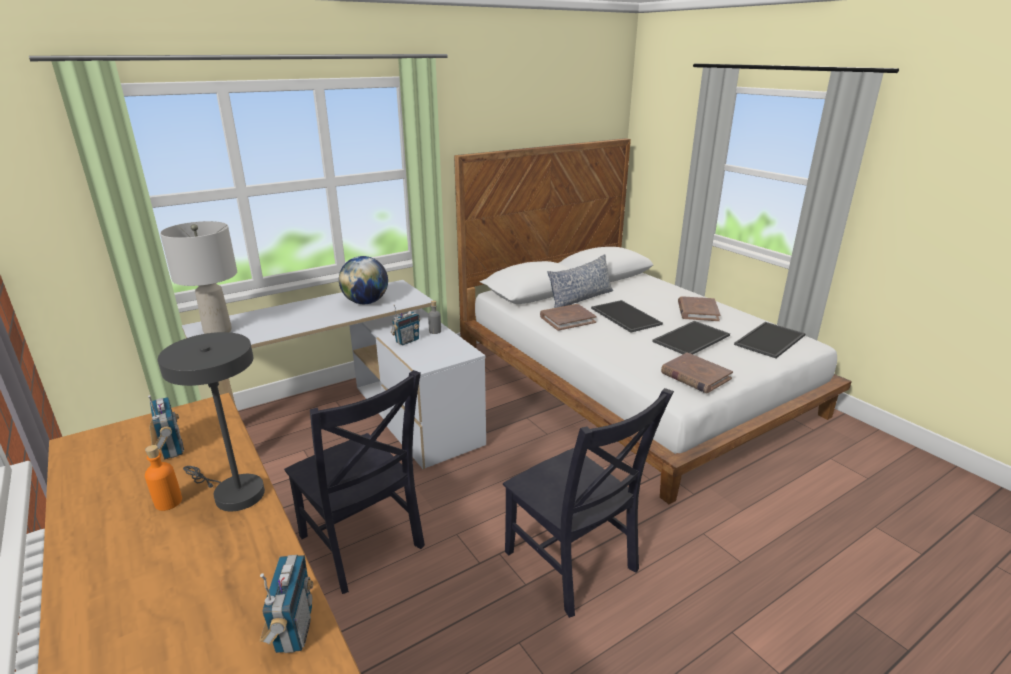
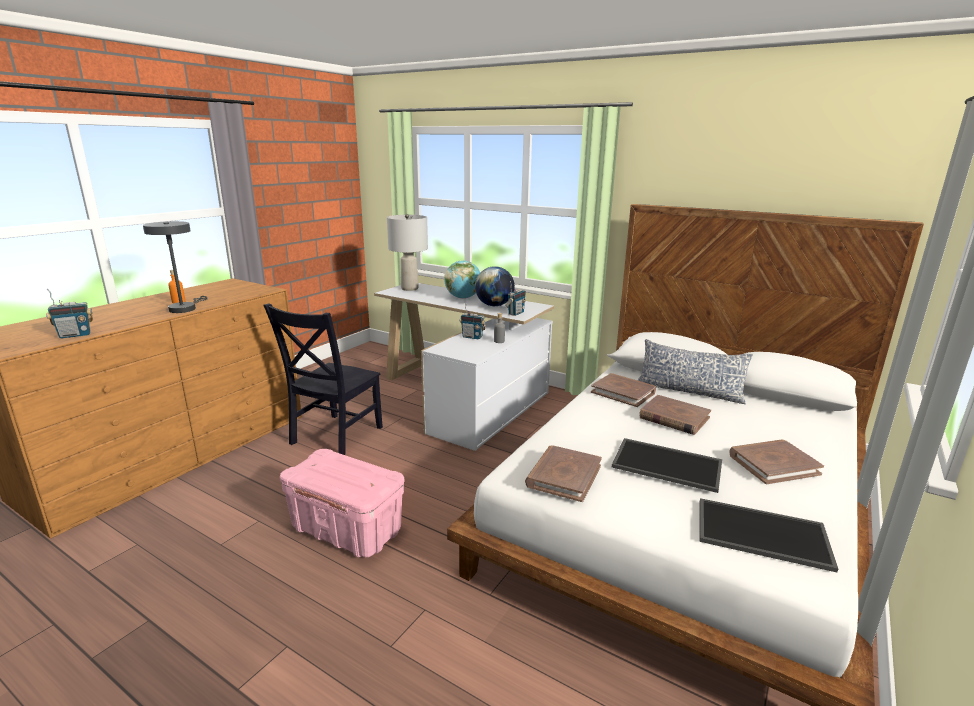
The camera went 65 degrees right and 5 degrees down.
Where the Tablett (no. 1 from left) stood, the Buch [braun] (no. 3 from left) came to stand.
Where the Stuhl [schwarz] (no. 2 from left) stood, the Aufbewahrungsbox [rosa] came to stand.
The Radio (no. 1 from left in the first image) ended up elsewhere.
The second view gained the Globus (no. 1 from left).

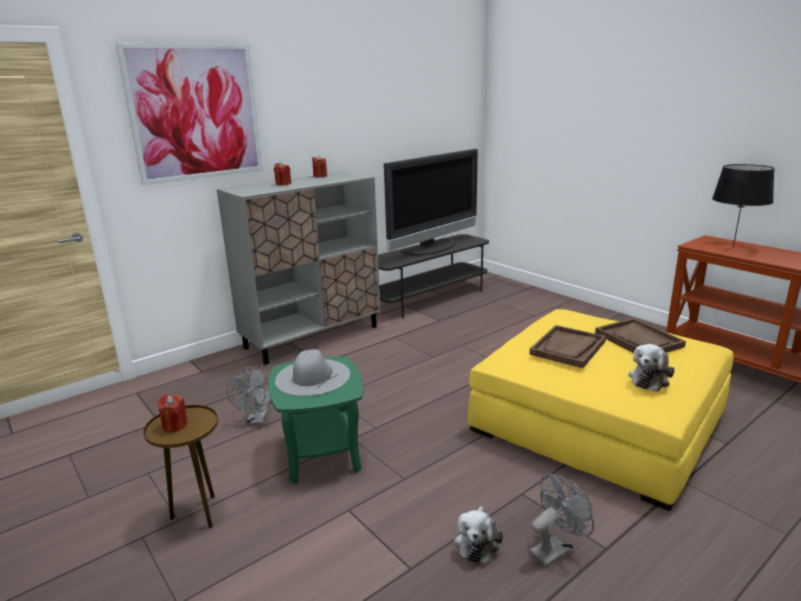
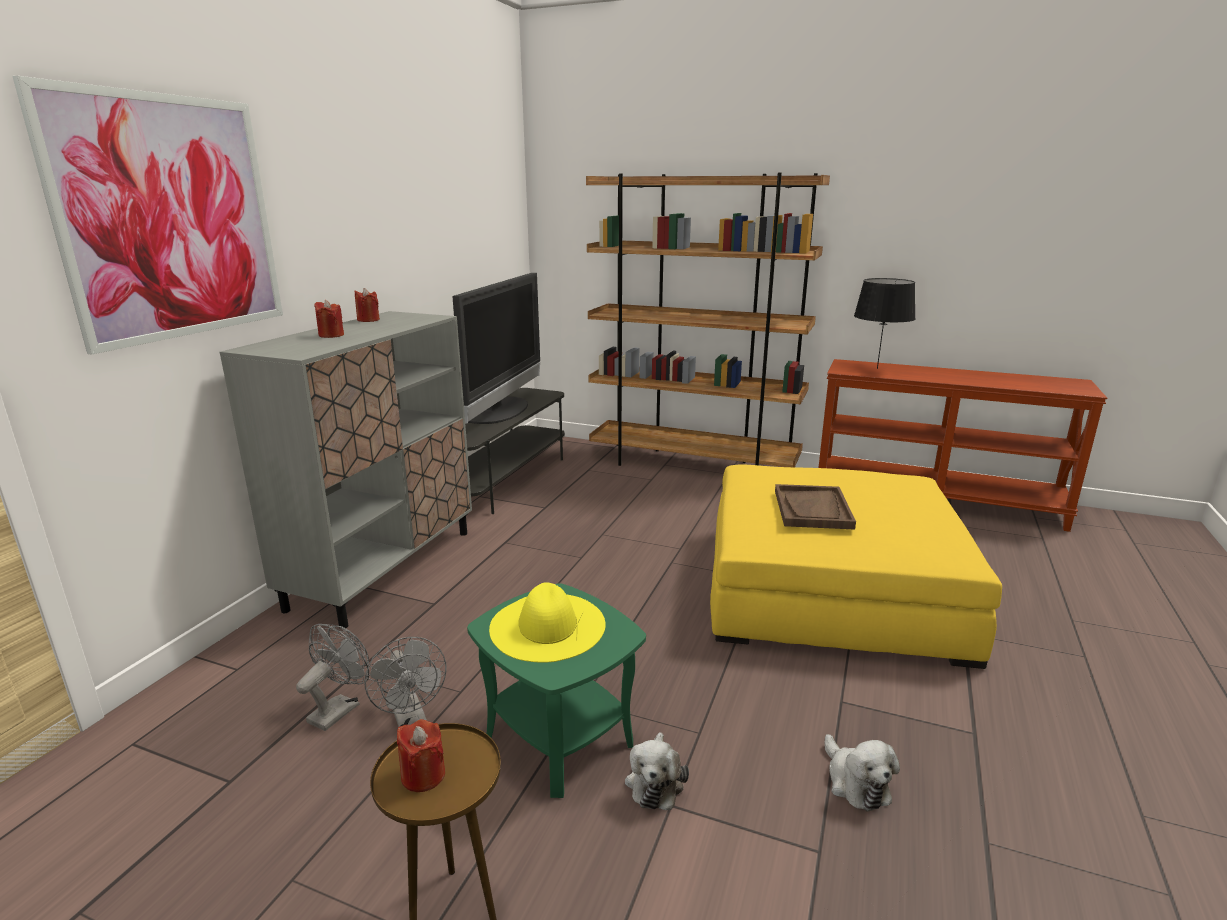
The camera went 30 degrees left and 0 degrees up.
The second view lost the Tablett [braun] (no. 2 from left).
The Plüschtier (no. 2 from left in the first image) ended up elsewhere.
What was the Hut [grau] turned into the Hut [gelb].
The Ventilator [grau] (no. 2 from left in the first image) ended up elsewhere.
The second view gained the Bücherregal [braun].

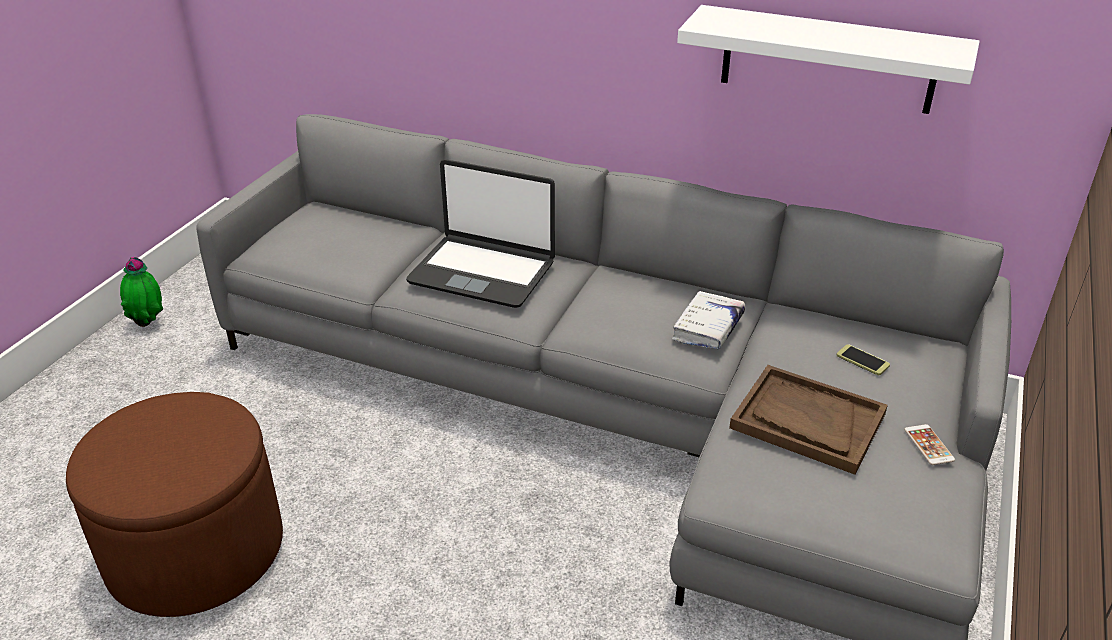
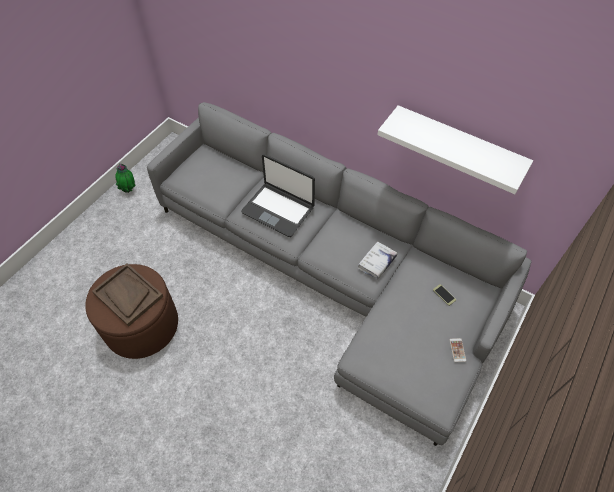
The camera went 10 degrees right and 20 degrees up.
The Tablett [braun] ended up elsewhere.

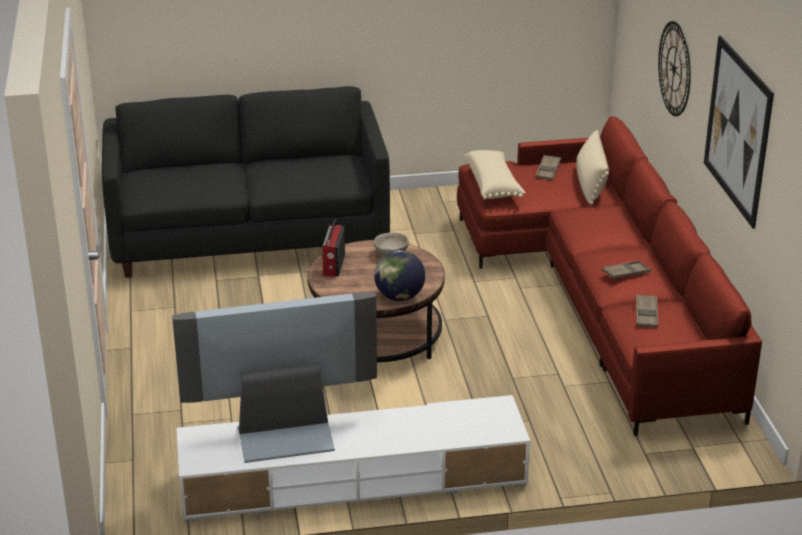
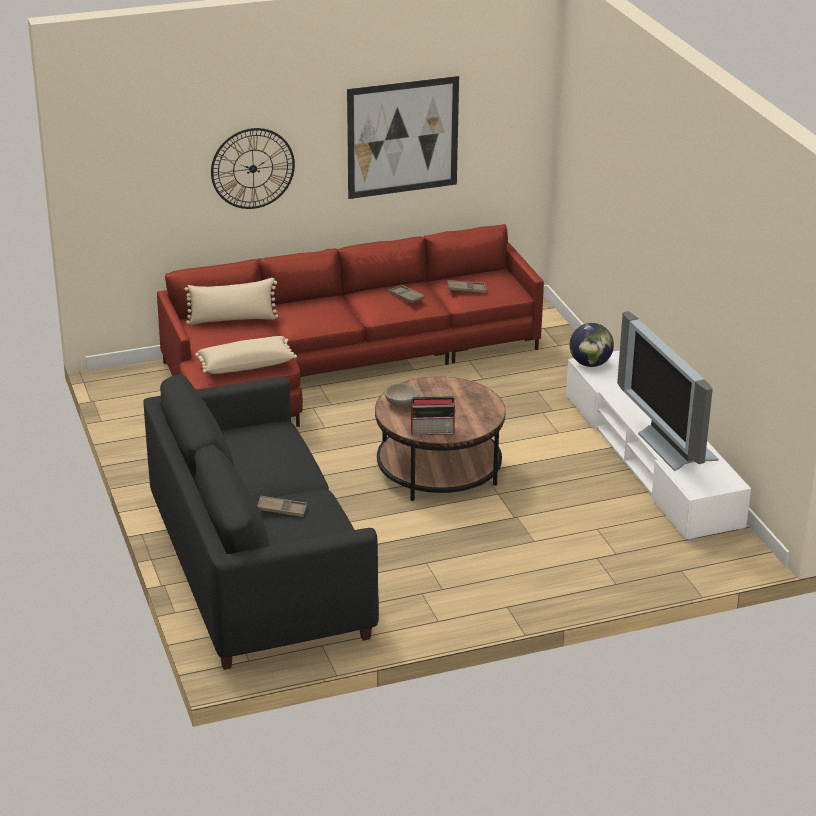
The camera went 100 degrees left and 0 degrees up.
The Tablett [braun] (no. 1 from left) ended up elsewhere.
The Globus ended up elsewhere.

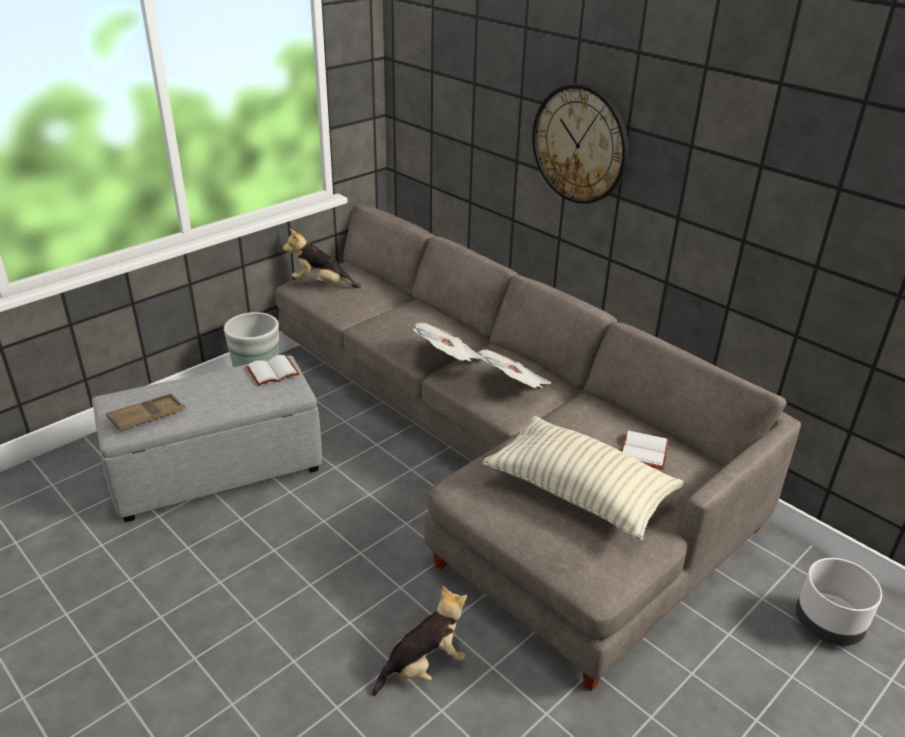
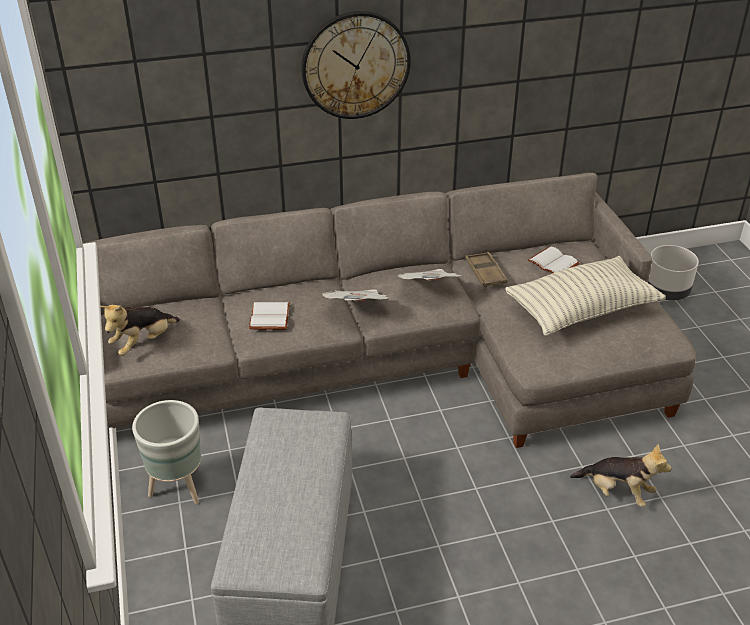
The camera went 60 degrees left and 5 degrees up.
The Buch [weiß] (no. 1 from left) ended up elsewhere.
The Tablett [braun] ended up elsewhere.
The Plüschtier (no. 2 from left) ended up facing another way, 120 degrees clockwise from before.

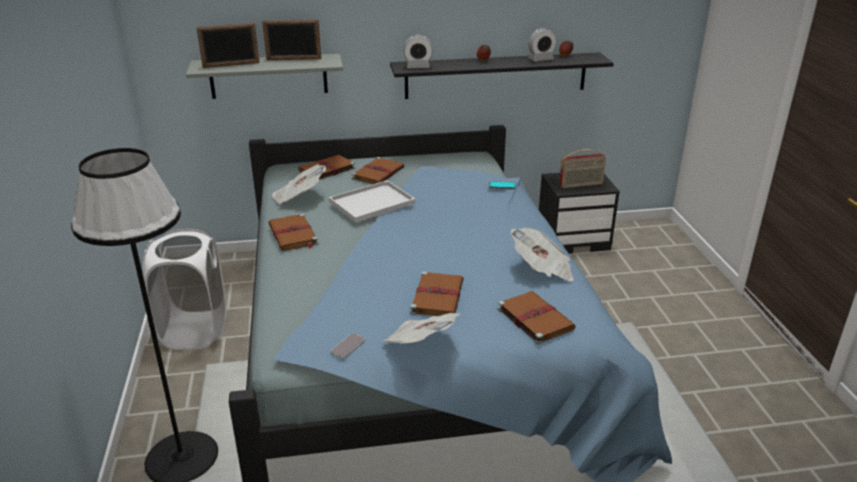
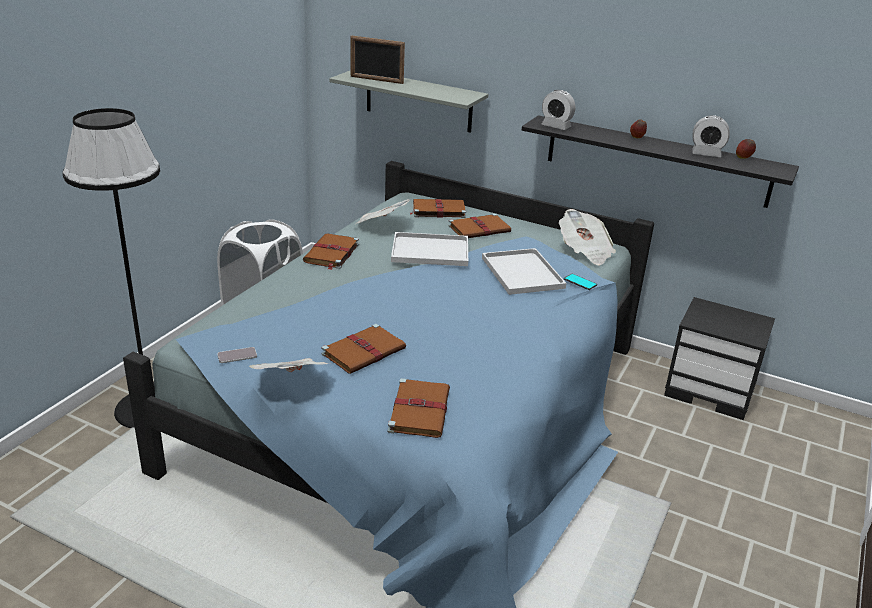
The camera went 35 degrees right and 0 degrees up.
The second view lost the Bilderrahmen (no. 2 from left).
The second view lost the Radio.
The Zeitung (no. 3 from left) ended up elsewhere.
The second view gained the Tablett [weiß] (no. 2 from left).

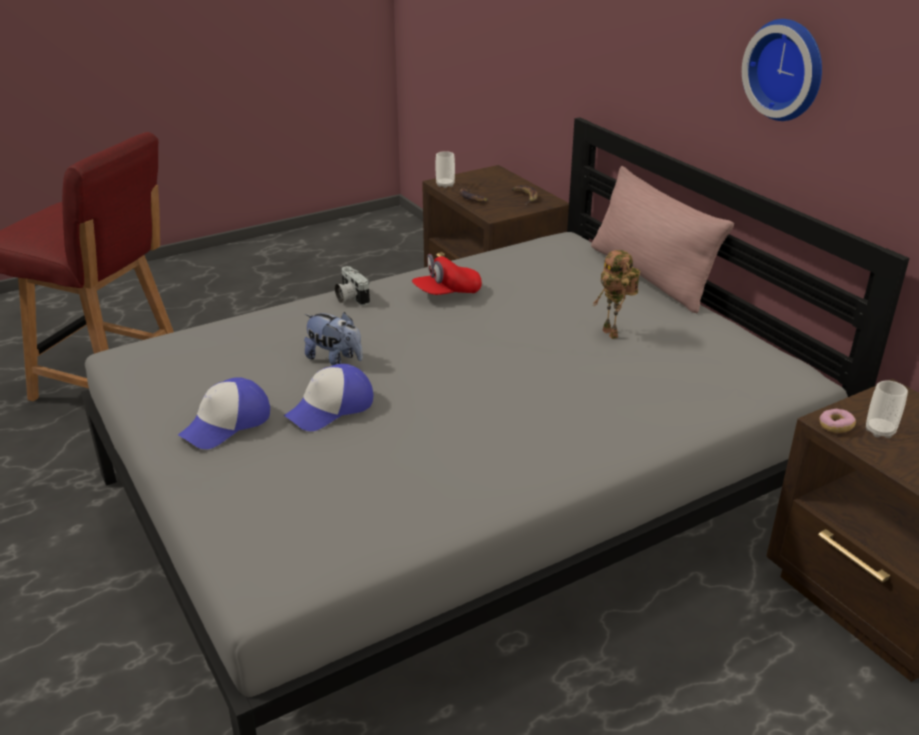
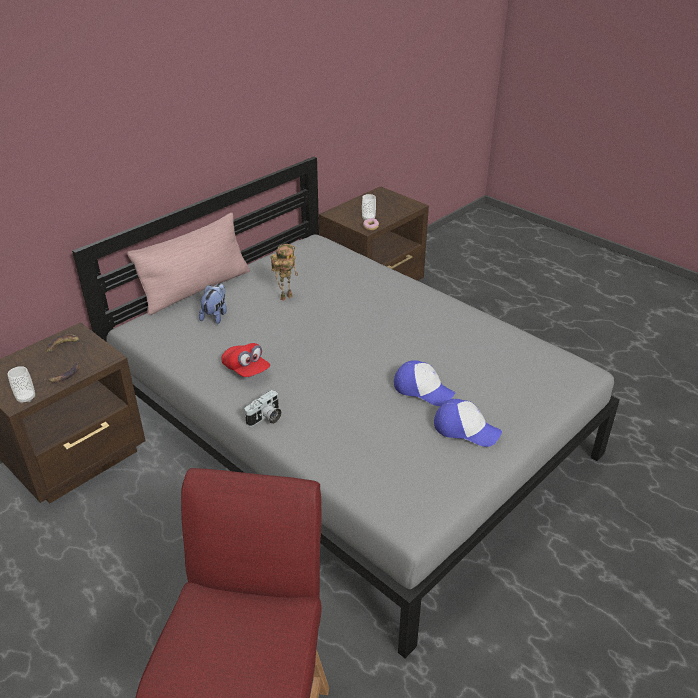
The camera went 105 degrees left and 5 degrees up.
The second view lost the Wanduhr.
The Plüschtier ended up elsewhere.

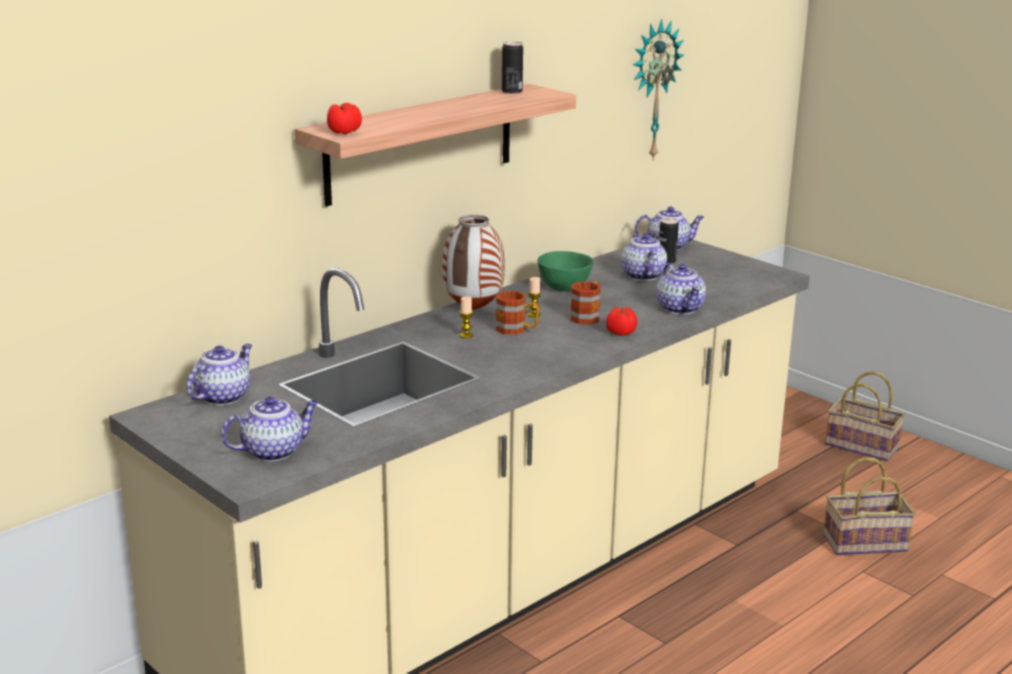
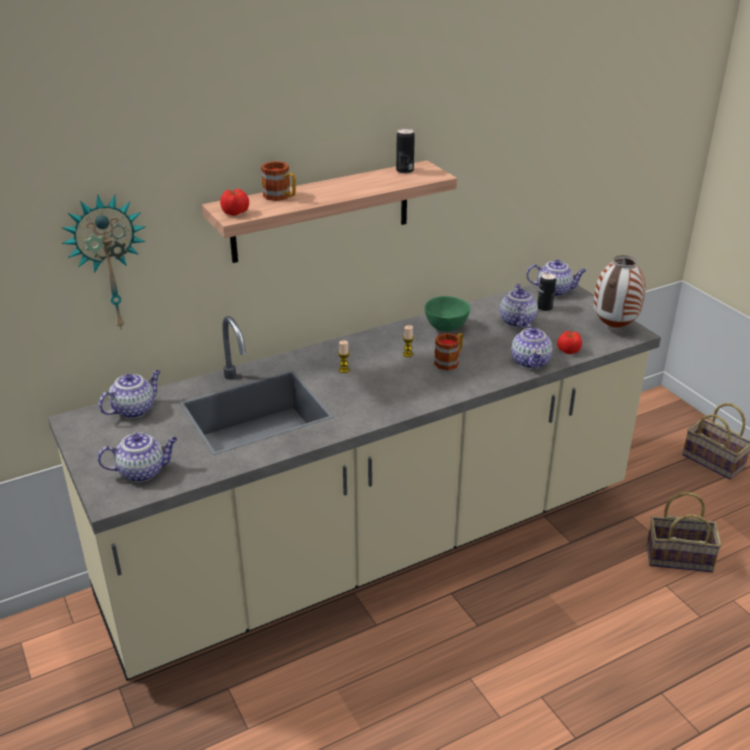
The camera went 15 degrees right and 10 degrees up.
The Wanduhr ended up elsewhere.
The Vase ended up elsewhere.
The Henkelbecher (no. 1 from left) ended up elsewhere.
The Tomate (no. 2 from left) ended up elsewhere.

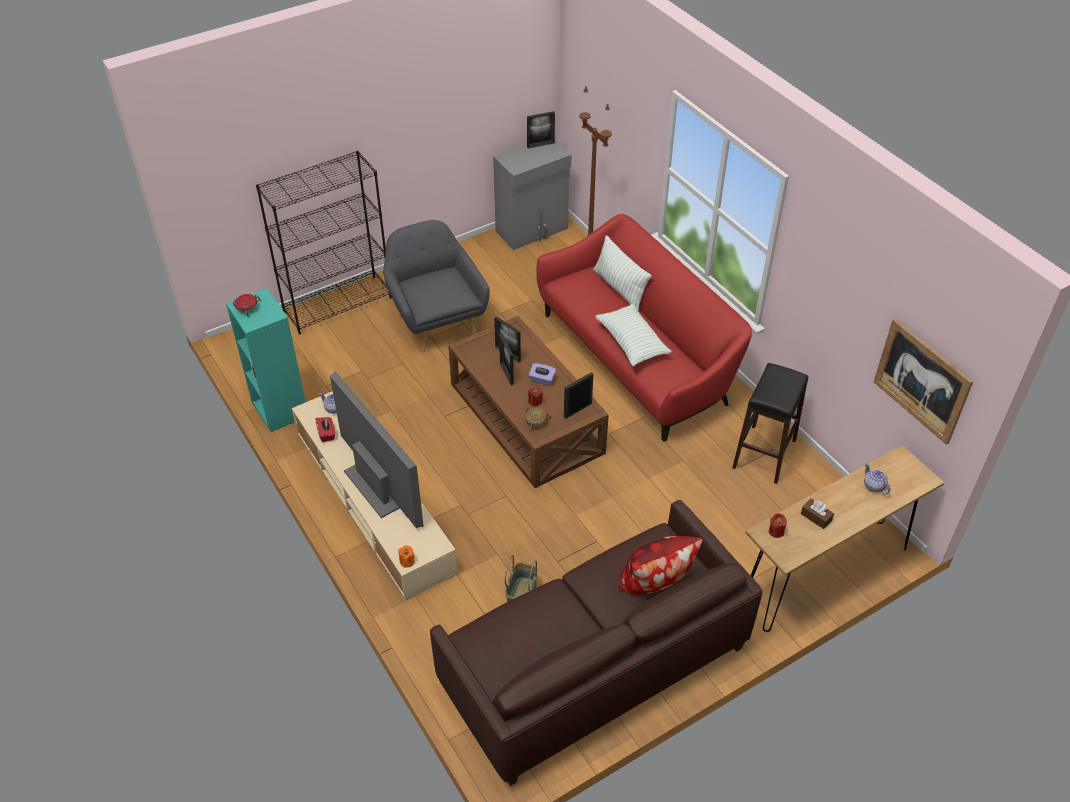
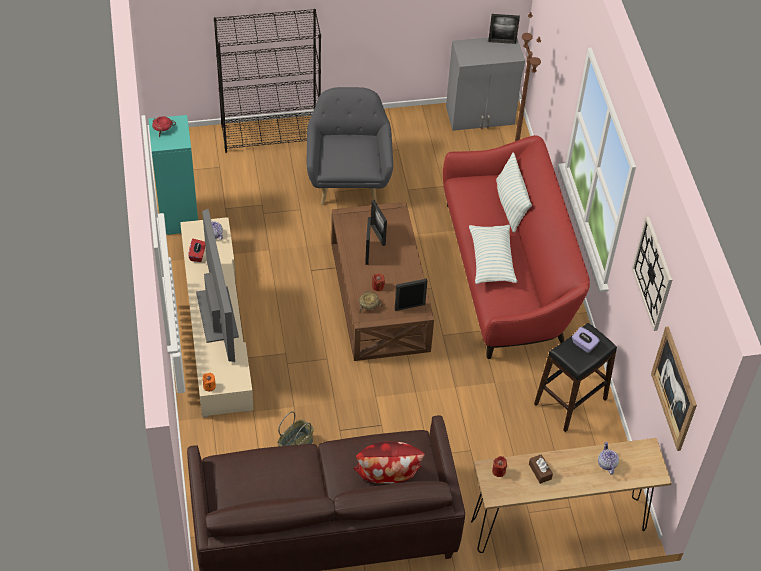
The camera went 20 degrees right and 5 degrees up.
The Taschentuchbox [lila] ended up elsewhere.
The second view gained the Wanduhr.

